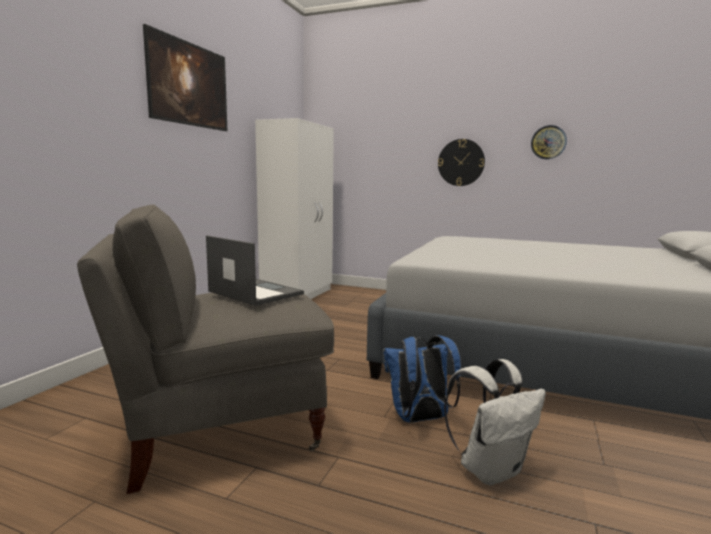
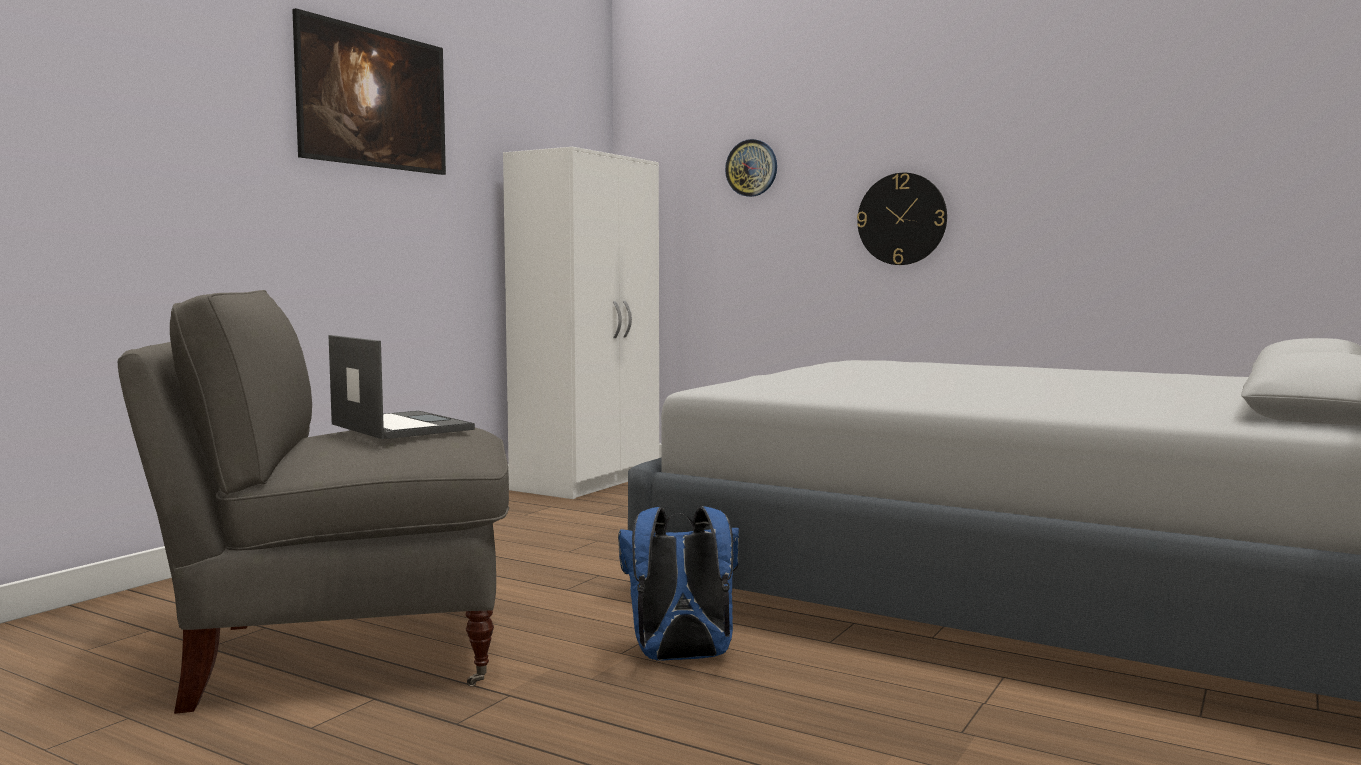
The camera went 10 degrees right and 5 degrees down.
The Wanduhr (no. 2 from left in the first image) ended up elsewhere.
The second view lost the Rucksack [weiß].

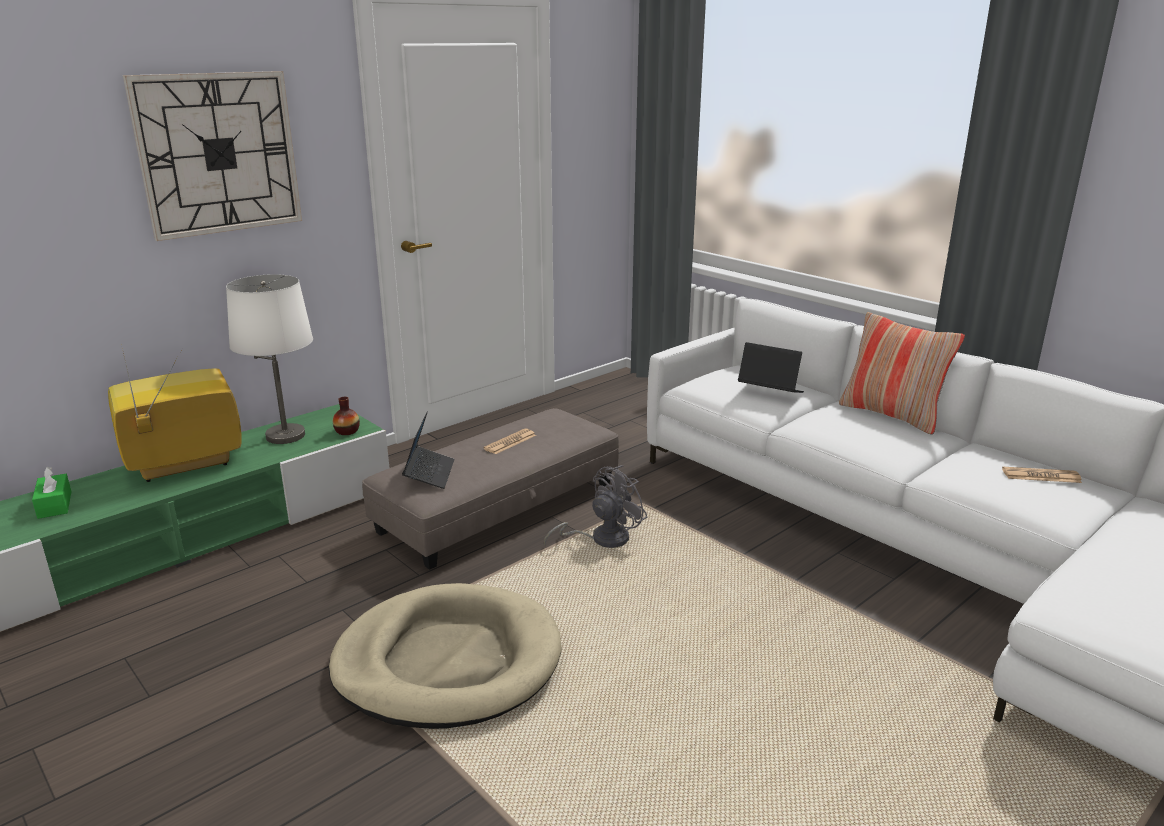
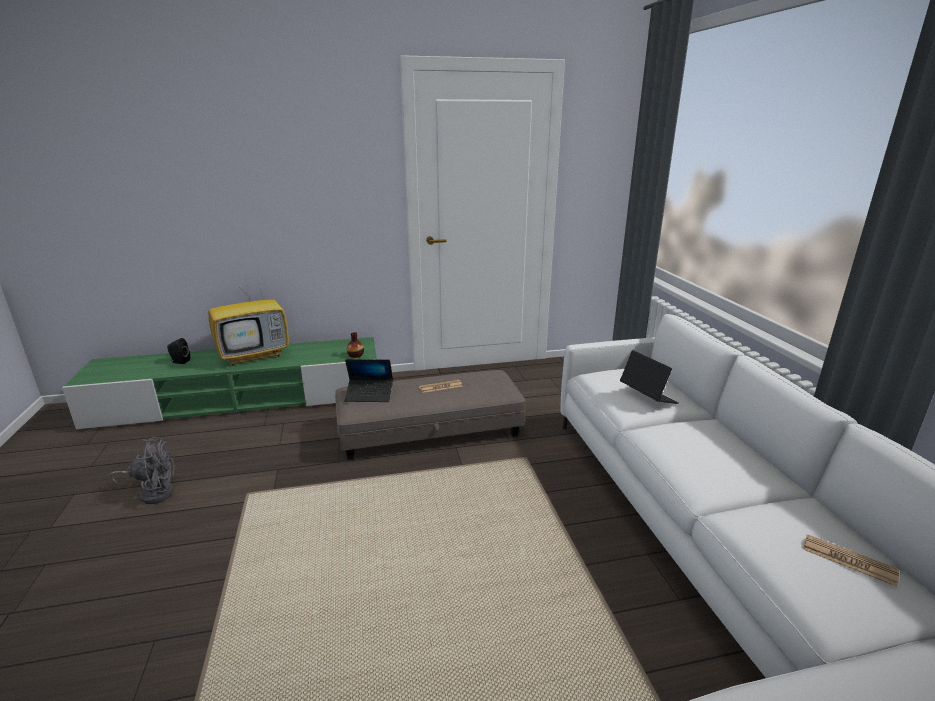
The camera went 30 degrees right and 0 degrees up.
The second view lost the Wanduhr.
The second view lost the Tischlampe [weiß].
The second view lost the Kissen.
The Fernseher ended up facing another way, 150 degrees clockwise from before.
The Laptop (no. 1 from left) ended up facing another way, 60 degrees clockwise from before.
The Ventilator [grau] ended up elsewhere.
Where the Taschentuchbox [grün] stood, the Lautsprecher [schwarz] came to stand.
The second view lost the Hundebett [beige].

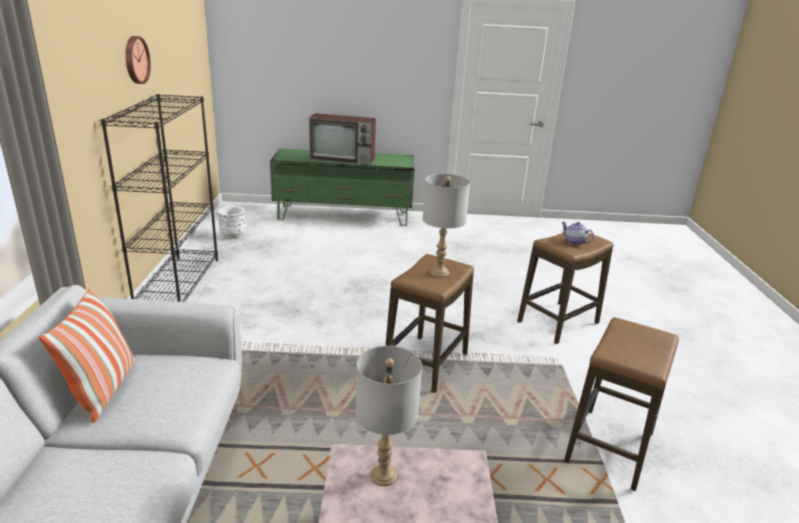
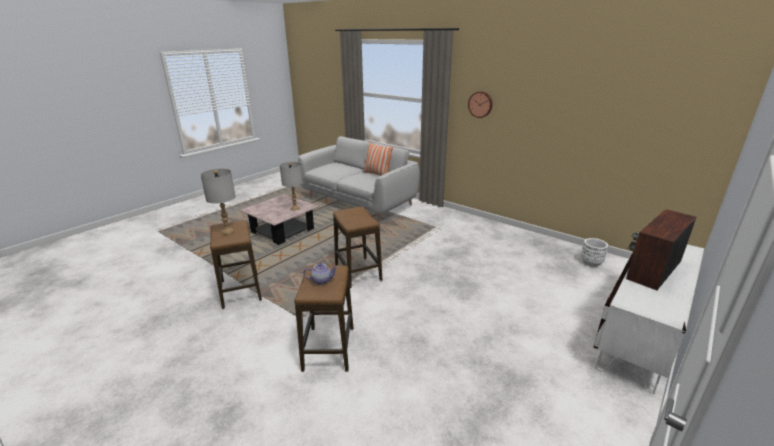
The camera went 130 degrees right and 0 degrees up.
The Wanduhr ended up elsewhere.
The second view lost the Bücherregal [schwarz].
What was the Fernsehschrank [grün] turned into the Fernsehschrank [weiß].
The Tischlampe [grau] (no. 2 from left in the first image) ended up elsewhere.

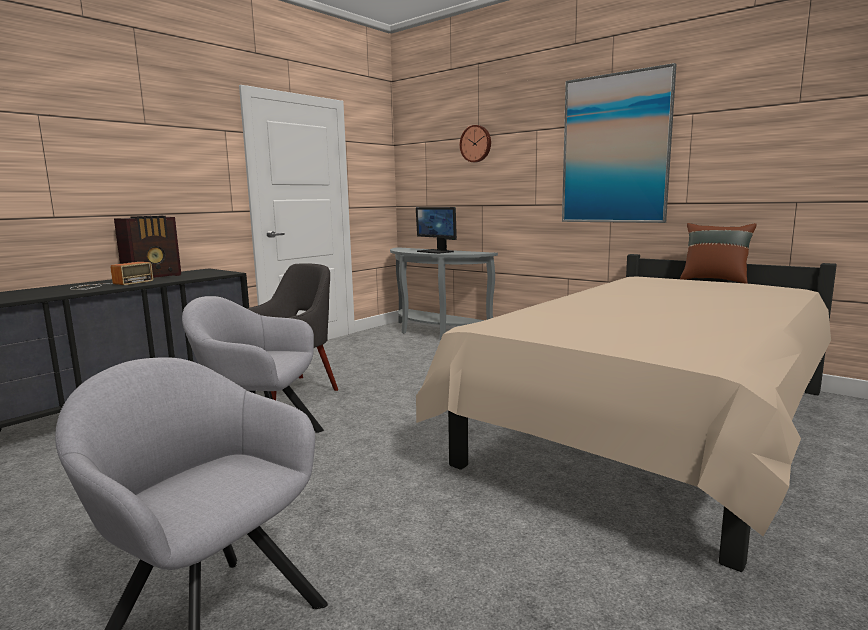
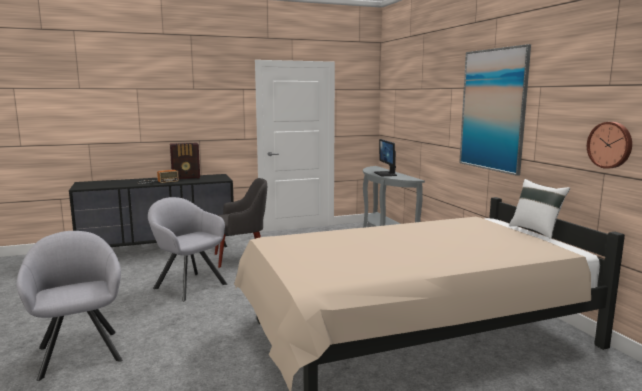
The camera went 30 degrees right and 0 degrees up.
The Wanduhr ended up elsewhere.
What was the Kissen [braun] turned into the Kissen [weiß].

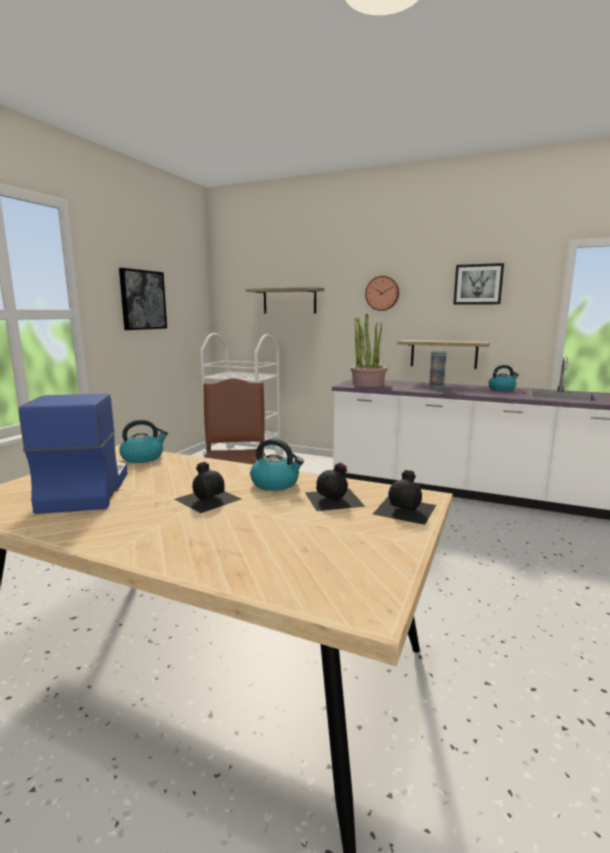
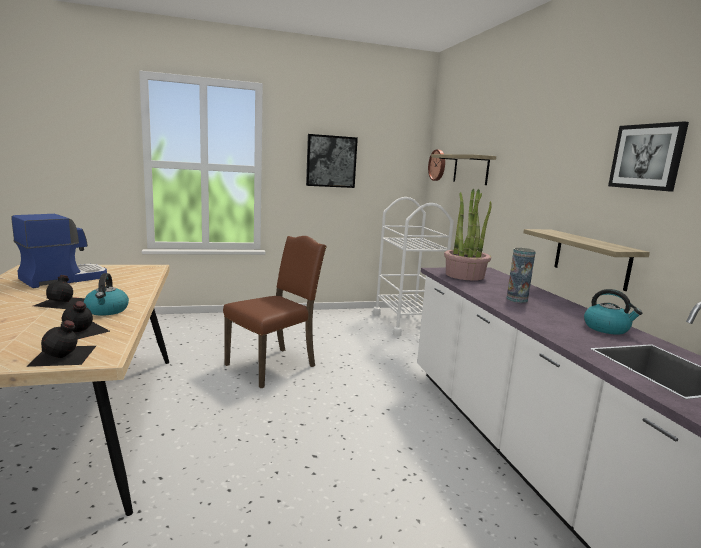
The camera went 50 degrees right and 0 degrees up.
The Wanduhr ended up elsewhere.
The second view lost the Wasserkessel (no. 1 from left).

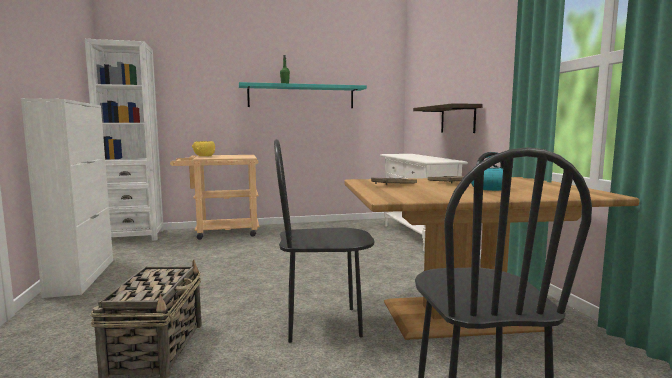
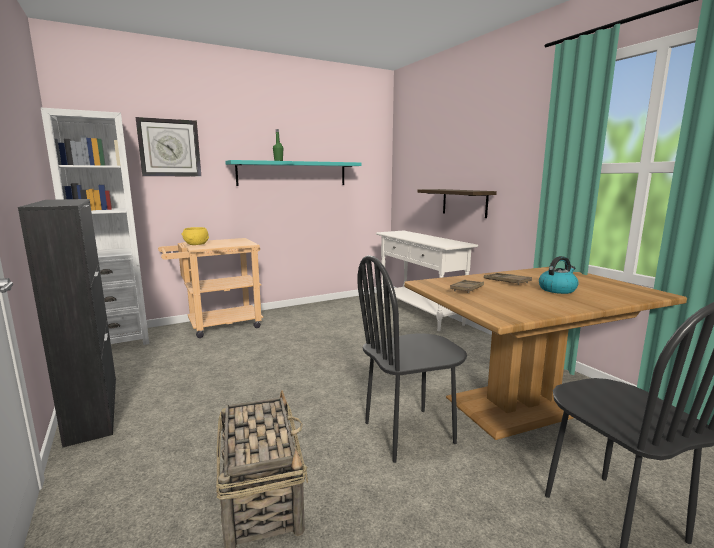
The camera went 15 degrees left and 5 degrees up.
What was the Schrank [weiß] turned into the Schrank [schwarz].
The second view gained the Wanduhr.

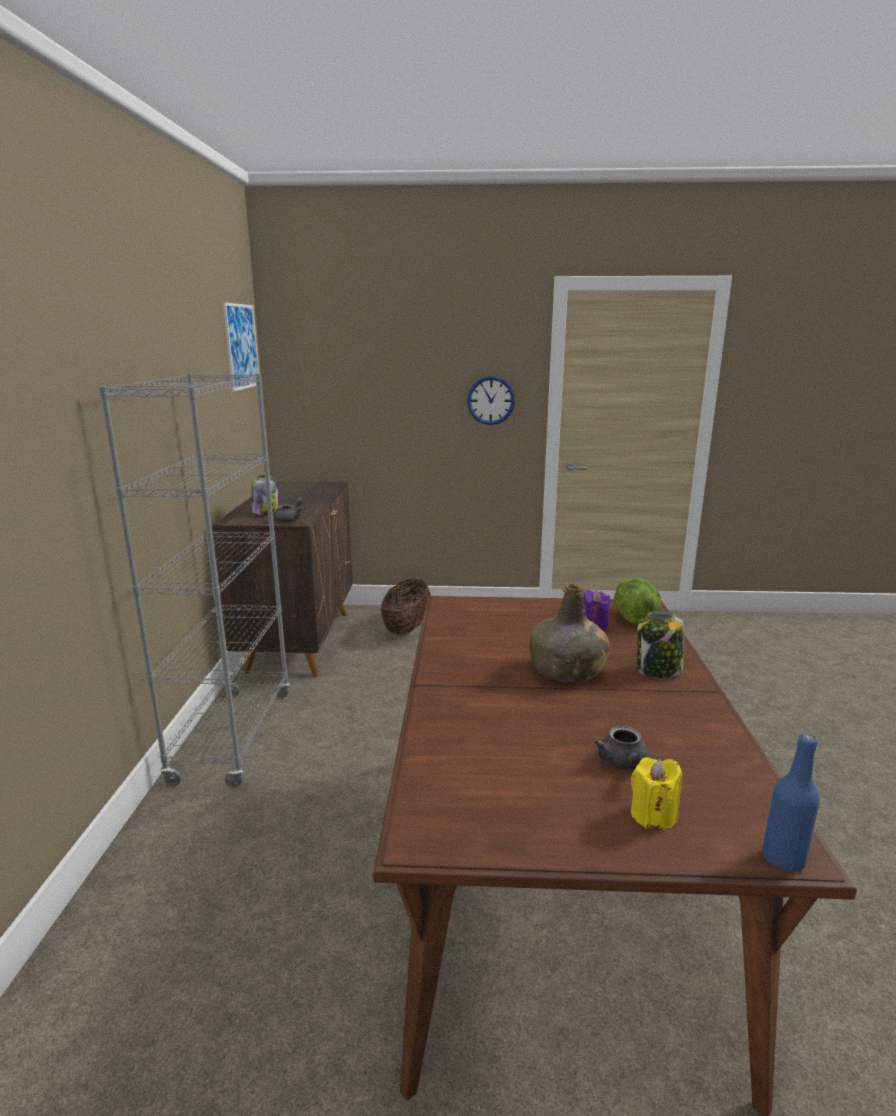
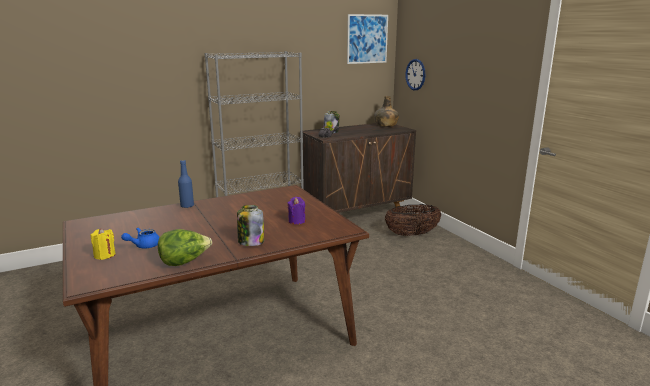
The camera went 60 degrees right and 0 degrees up.
The Wanduhr ended up elsewhere.
The Salatkopf ended up elsewhere.
The Flasche [grün] ended up elsewhere.
What was the Teekanne [grau] (no. 2 from left) turned into the Teekanne [blau].
The Flasche [blau] ended up elsewhere.

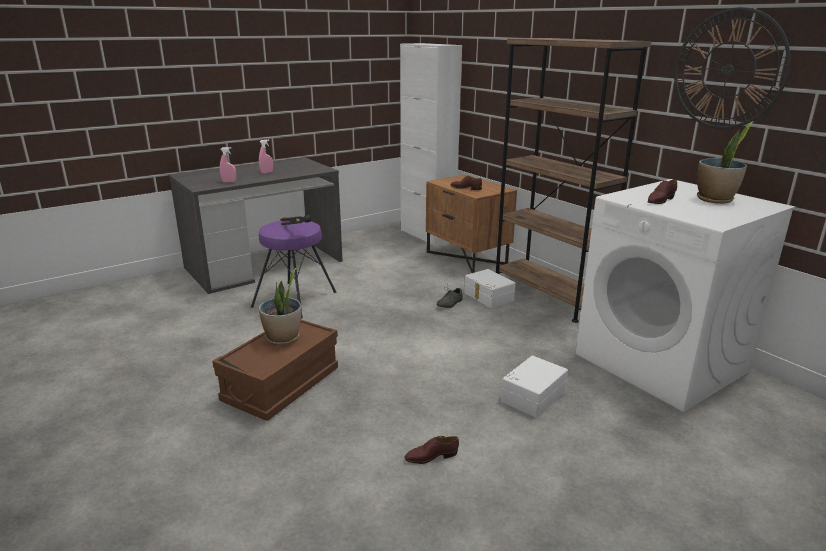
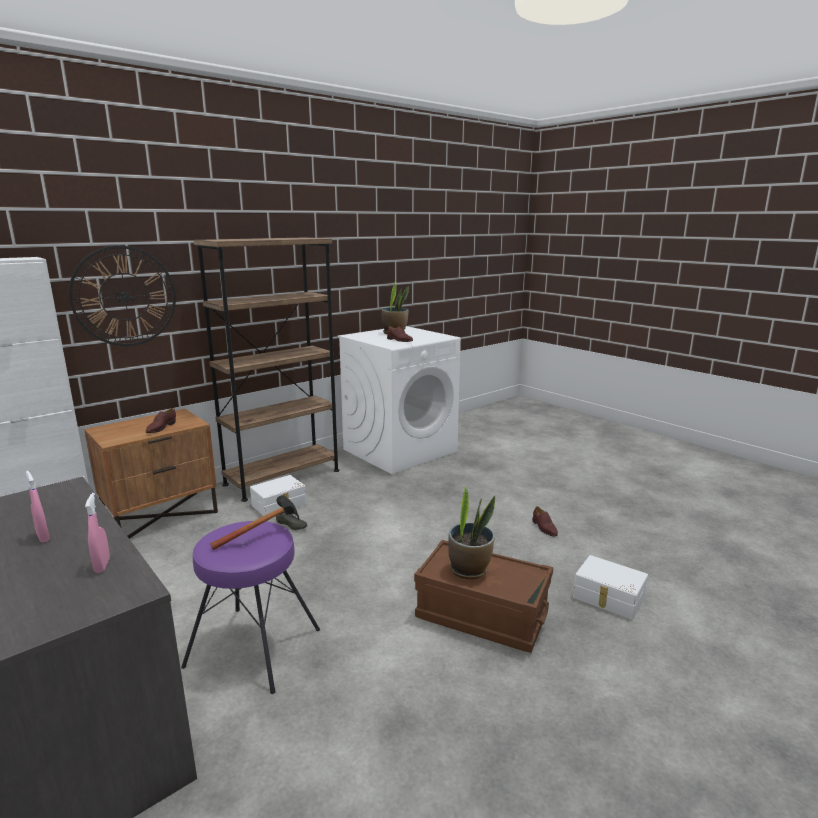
The camera went 95 degrees left and 5 degrees down.
The Wanduhr ended up elsewhere.
The Aufbewahrungsbox [weiß] (no. 2 from left) ended up elsewhere.

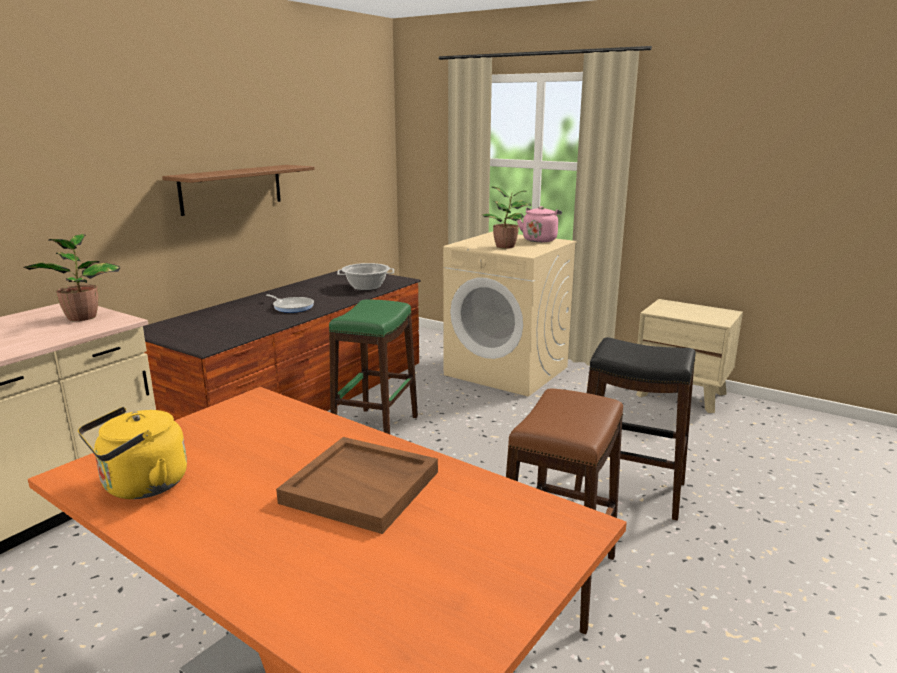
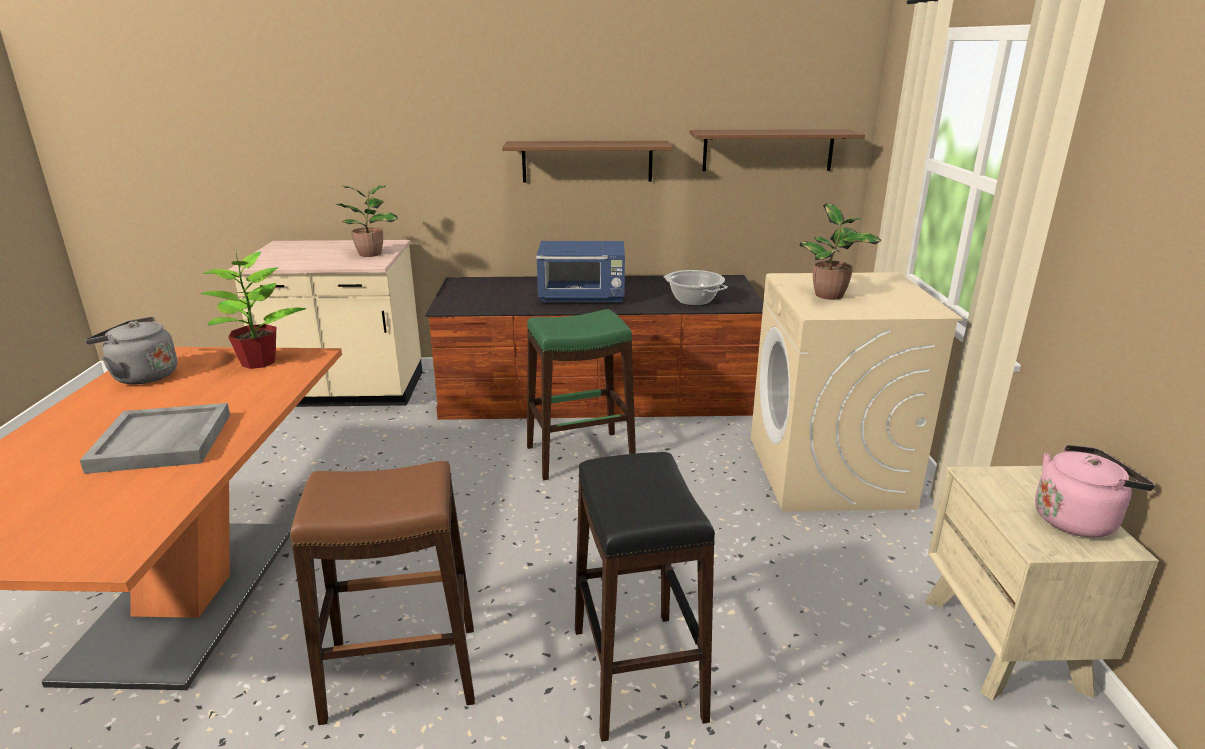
The camera went 55 degrees right and 5 degrees up.
The Wasserkessel [rosa] ended up elsewhere.
Where the Pfanne stood, the Mikrowelle [blau] came to stand.
What was the Wasserkessel [gelb] turned into the Wasserkessel [grau].
What was the Tablett [braun] turned into the Tablett [grau].
The second view gained the Wandregal [braun] (no. 2 from left).
The second view gained the Topfpflanze (no. 1 from left).

